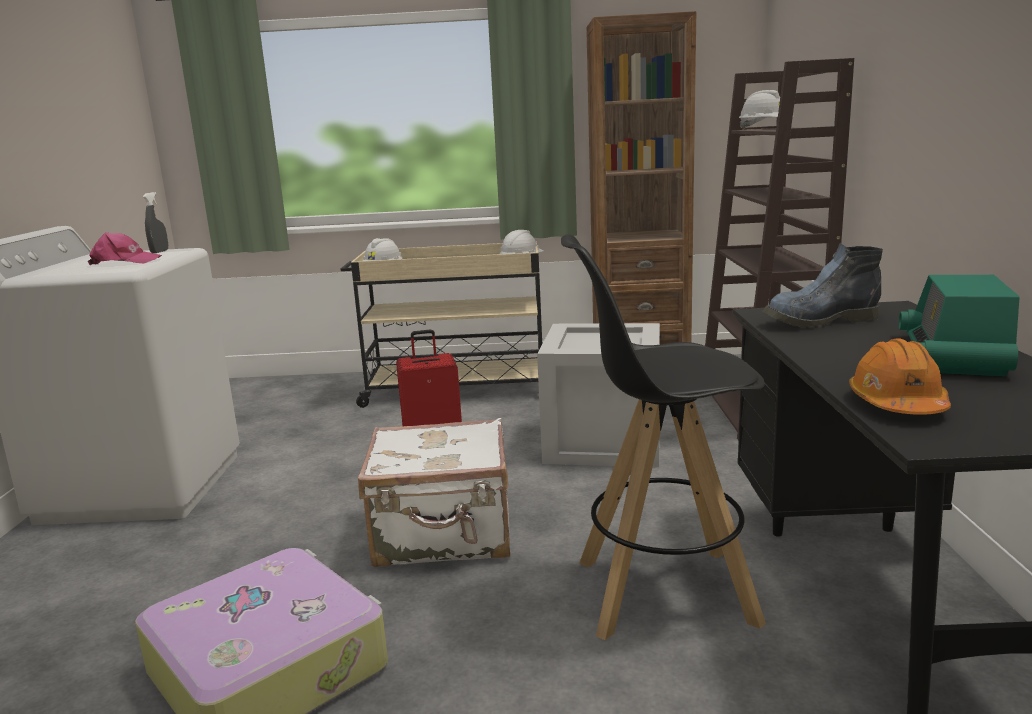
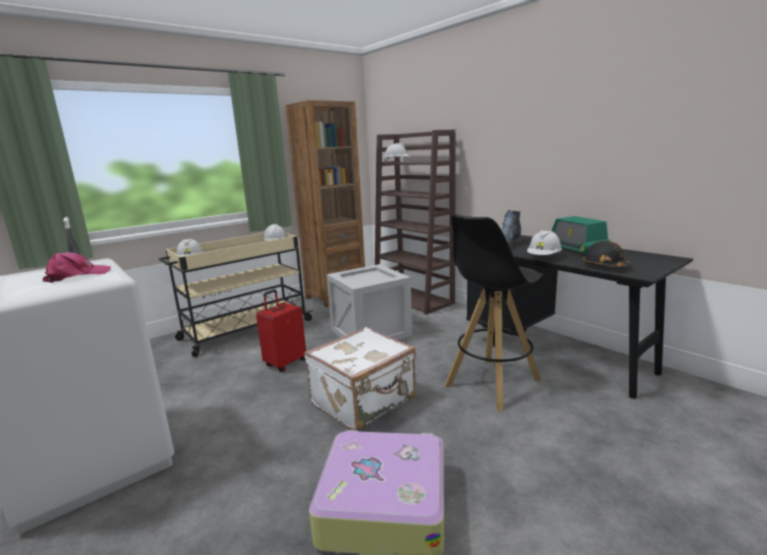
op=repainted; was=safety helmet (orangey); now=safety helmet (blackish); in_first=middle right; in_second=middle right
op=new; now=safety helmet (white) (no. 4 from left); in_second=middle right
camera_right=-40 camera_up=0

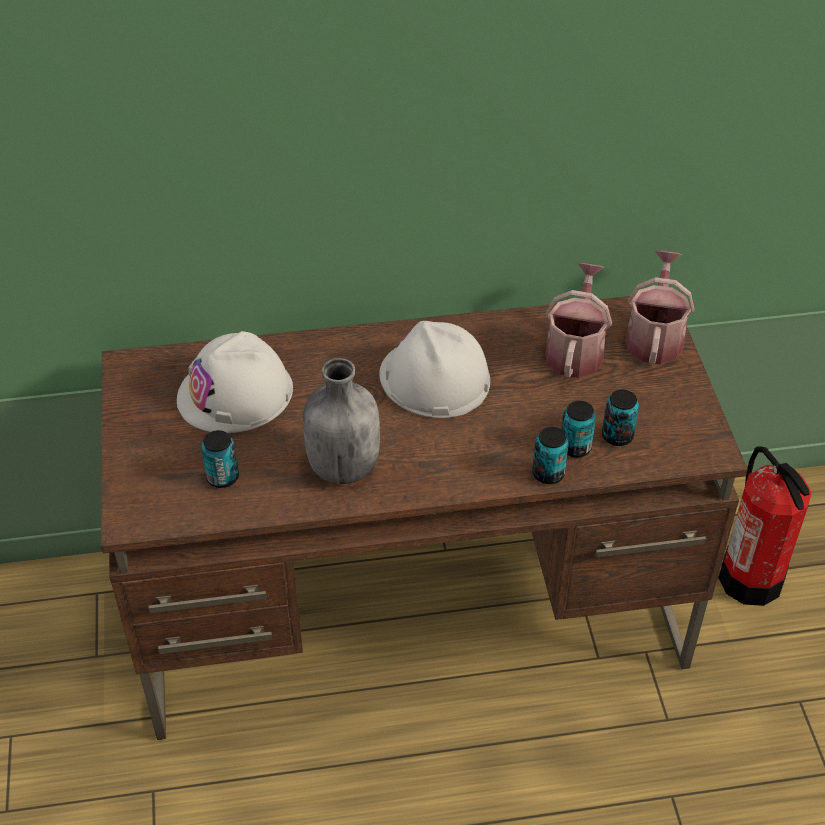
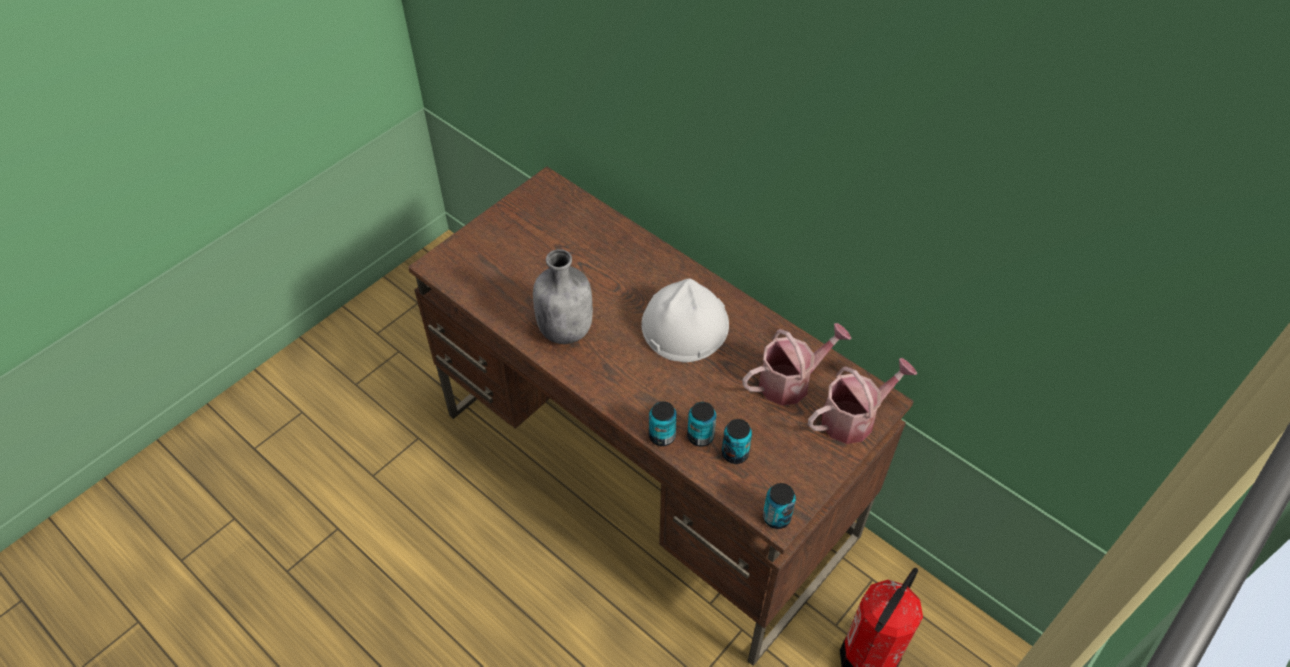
op=gone; was=safety helmet (white) (no. 1 from left); in_first=middle left
op=shifted; was=metal can (no. 1 from left in the first image); now=metal can (no. 4 from left); in_first=middle left; in_second=bottom centre
camera_right=50 camera_up=5

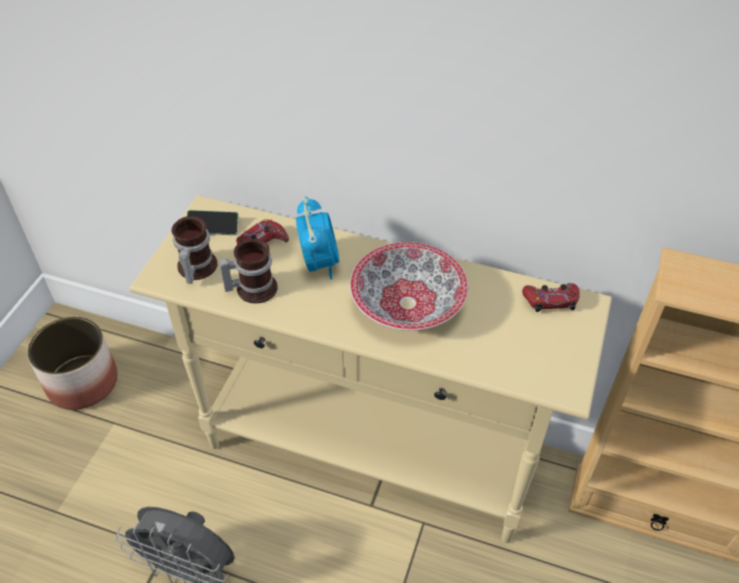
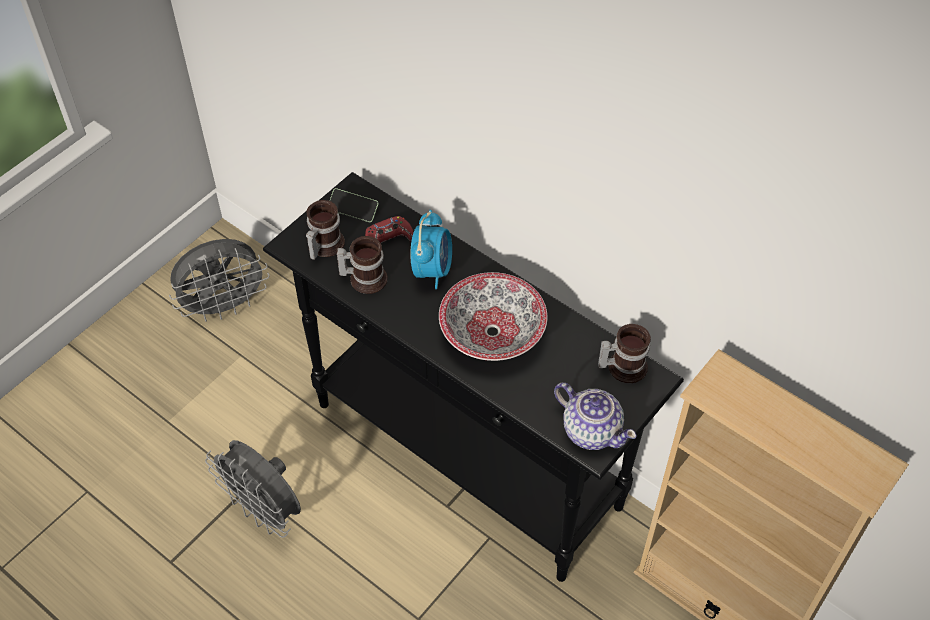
op=repainted; was=narrow table (beige); now=narrow table (blackish); in_first=centre; in_second=centre
op=swapped; was=gamepad (reddish) (no. 2 from left); now=coffee mug (no. 3 from left); in_first=middle right; in_second=middle right
op=swapped; was=planter; now=fan (gray) (no. 1 from left); in_first=middle left; in_second=middle left
op=new; now=tea pot; in_second=bottom centre
camera_right=20 camera_up=5

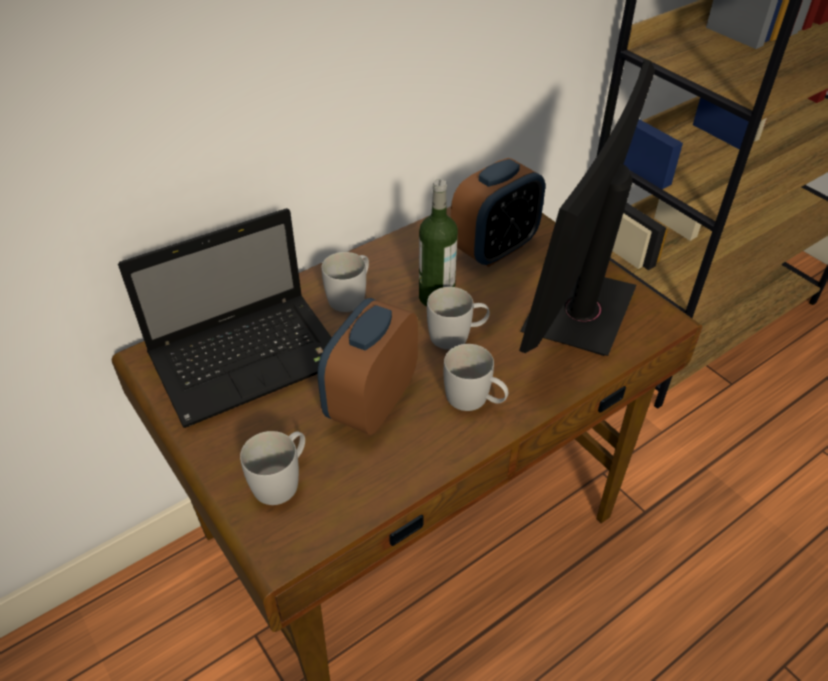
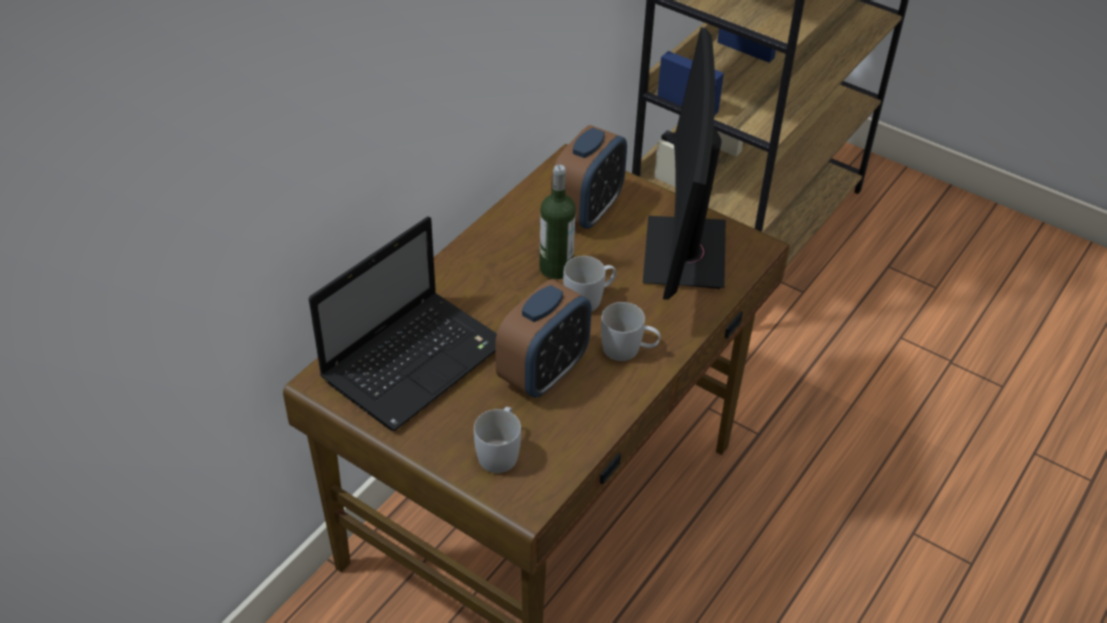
op=gone; was=coffee mug (white) (no. 2 from left); in_first=centre
op=rotated; was=alarm clock (no. 1 from left); in_first=centre; in_second=centre; clockwise=-150
camera_right=-20 camera_up=0

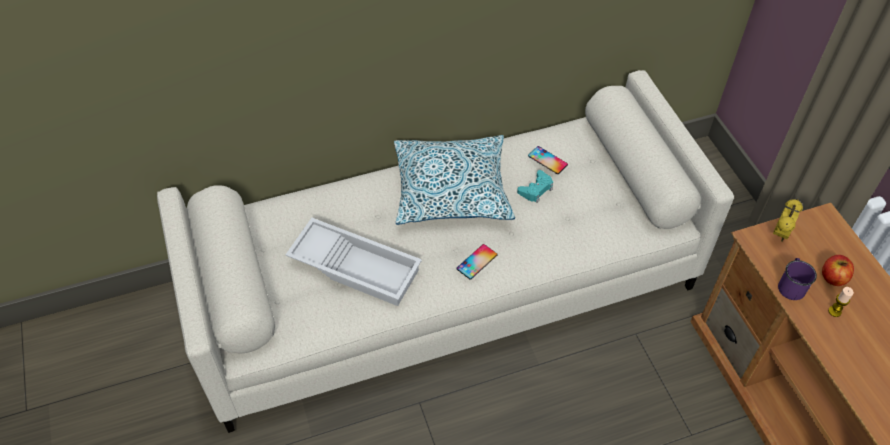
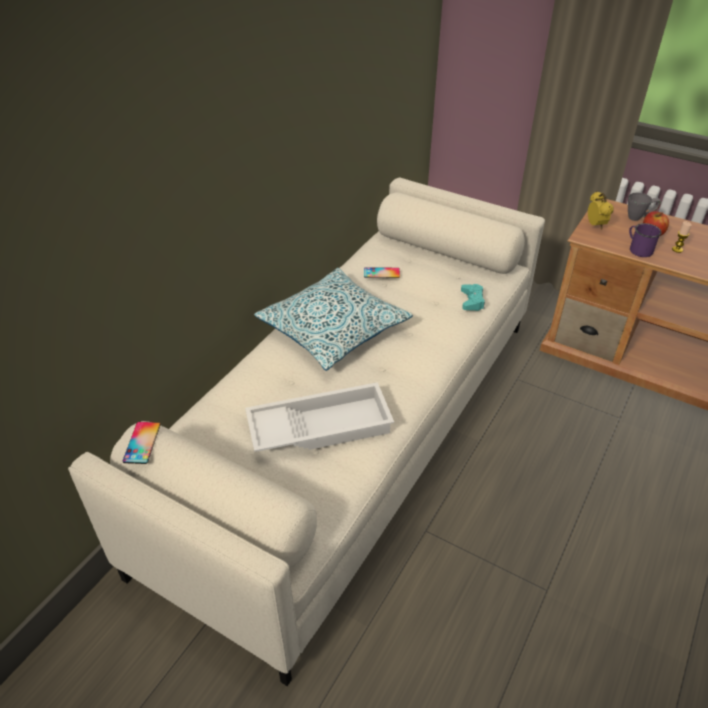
op=shifted; was=gamepad (turquoise); in_first=centre; in_second=middle right
op=shifted; was=phone (no. 1 from left); in_first=centre; in_second=middle left
op=new; now=coffee mug (gray); in_second=top right
camera_right=-40 camera_up=-10

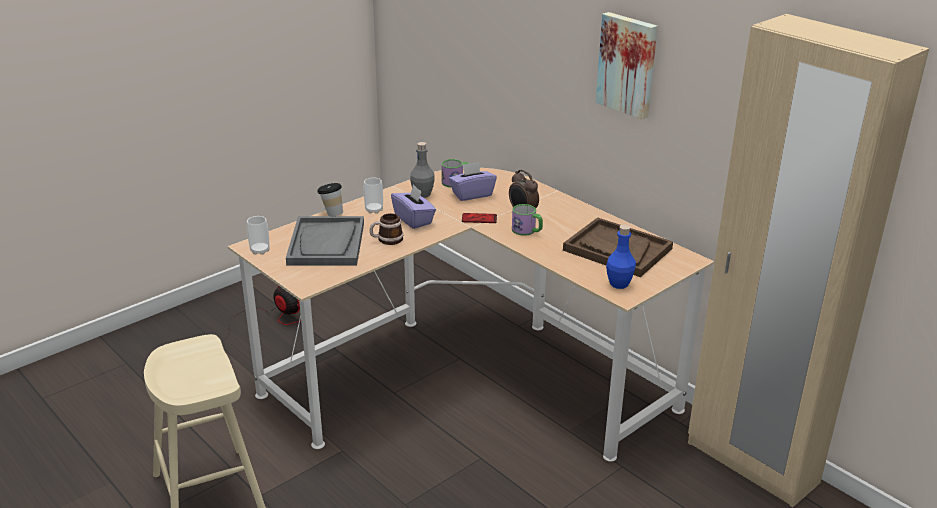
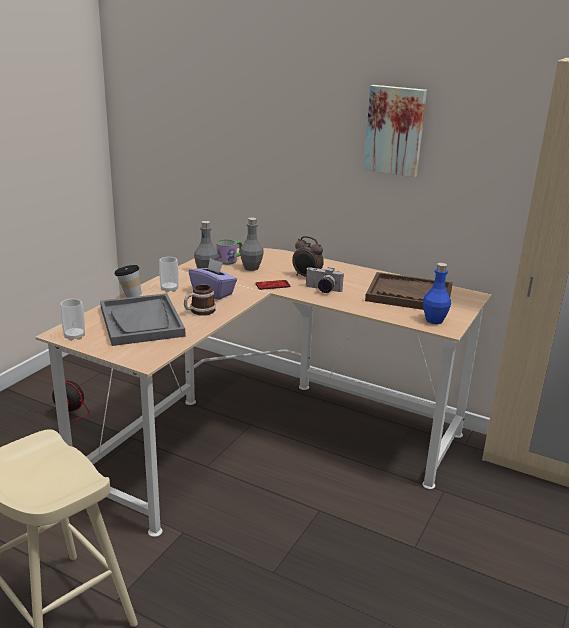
op=swapped; was=box of tissues (purple-coloured) (no. 2 from left); now=bottle (gray) (no. 2 from left); in_first=centre; in_second=centre
op=swapped; was=coffee mug (no. 3 from left); now=photo camera; in_first=centre; in_second=centre
camera_right=-20 camera_up=-5

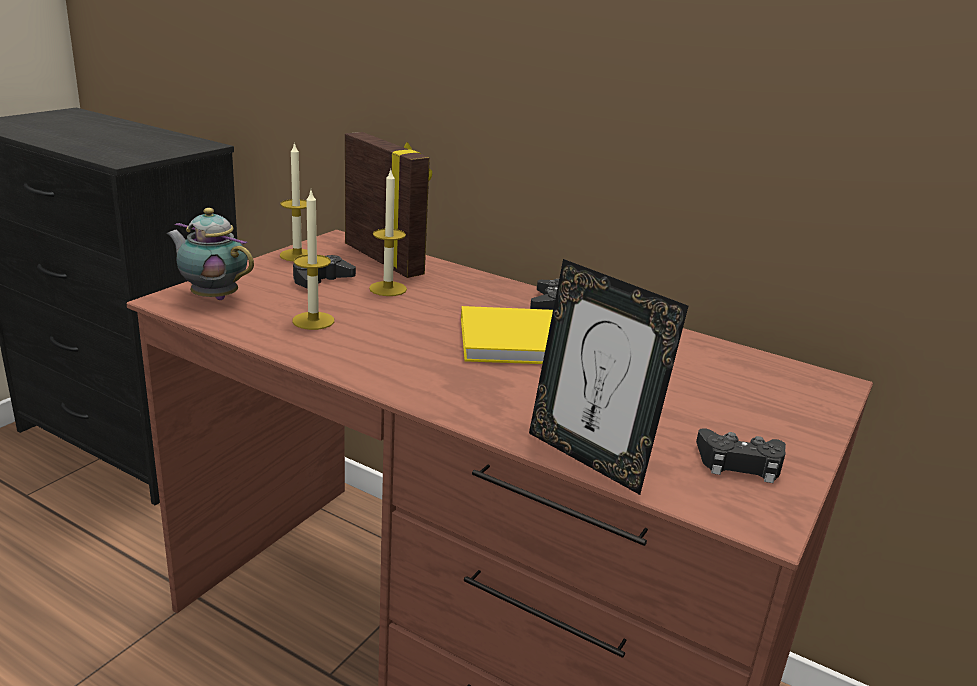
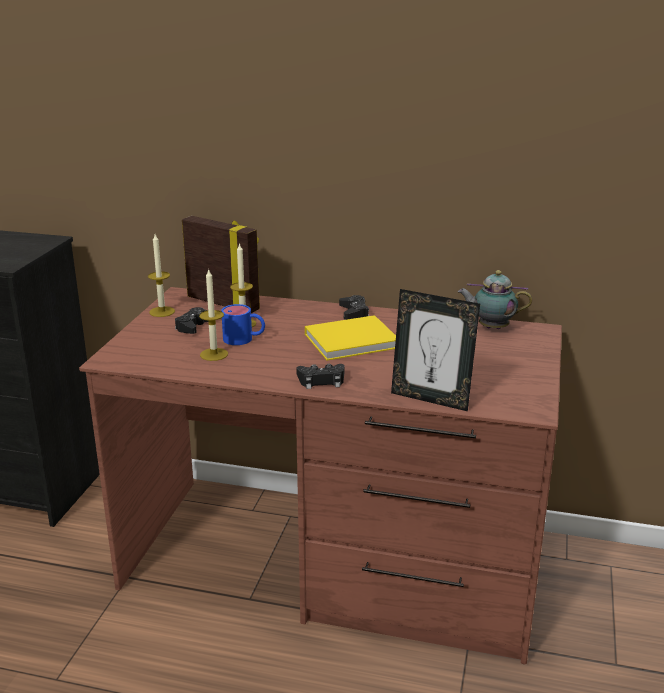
op=shifted; was=tea pot; in_first=middle left; in_second=middle right
op=shifted; was=gamepad (blackish) (no. 3 from left in the first image); now=gamepad (blackish) (no. 2 from left); in_first=middle right; in_second=centre
op=new; now=coffee mug (bluish); in_second=centre
camera_right=-15 camera_up=0

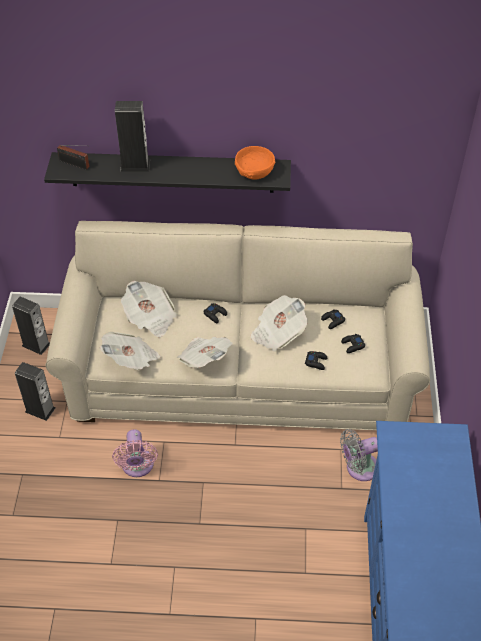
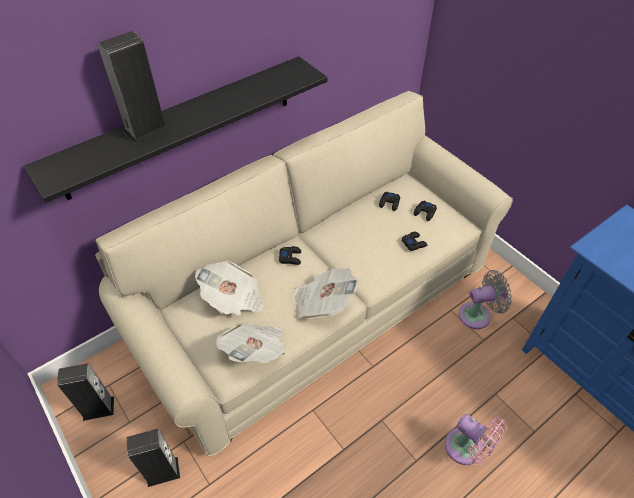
op=gone; was=radio receiver; in_first=top left
op=gone; was=bowl (orangey); in_first=top centre
op=gone; was=printed paper (no. 4 from left); in_first=centre
op=shifted; was=fan (pink); in_first=bottom left; in_second=bottom right
op=rotated; was=fan (gray); in_first=bottom right; in_second=middle right; clockwise=-135
camera_right=-40 camera_up=0

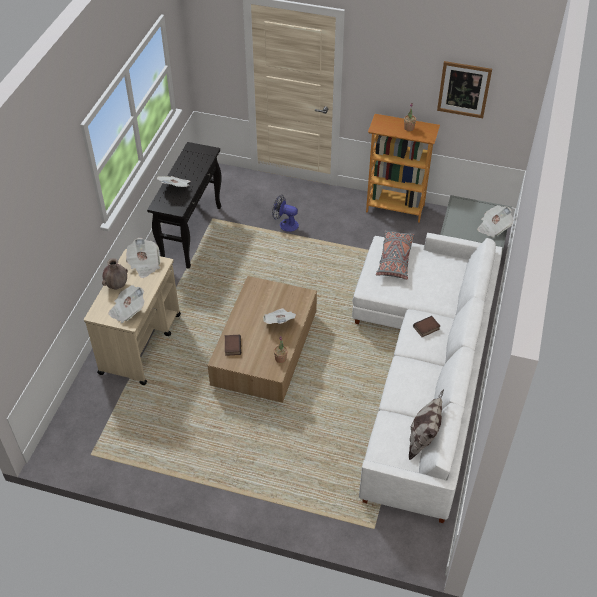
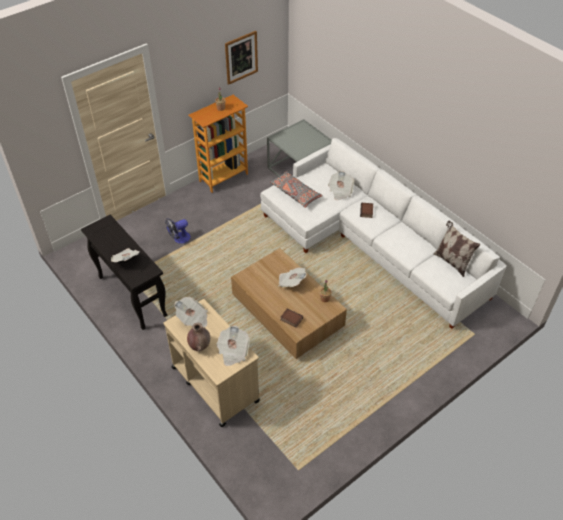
op=shifted; was=printed paper (no. 5 from left); in_first=middle right; in_second=centre
camera_right=-55 camera_up=0

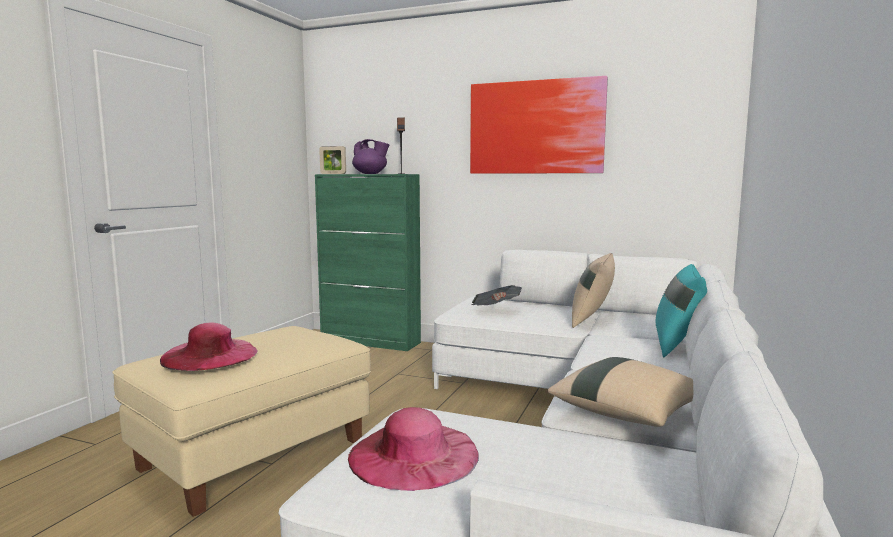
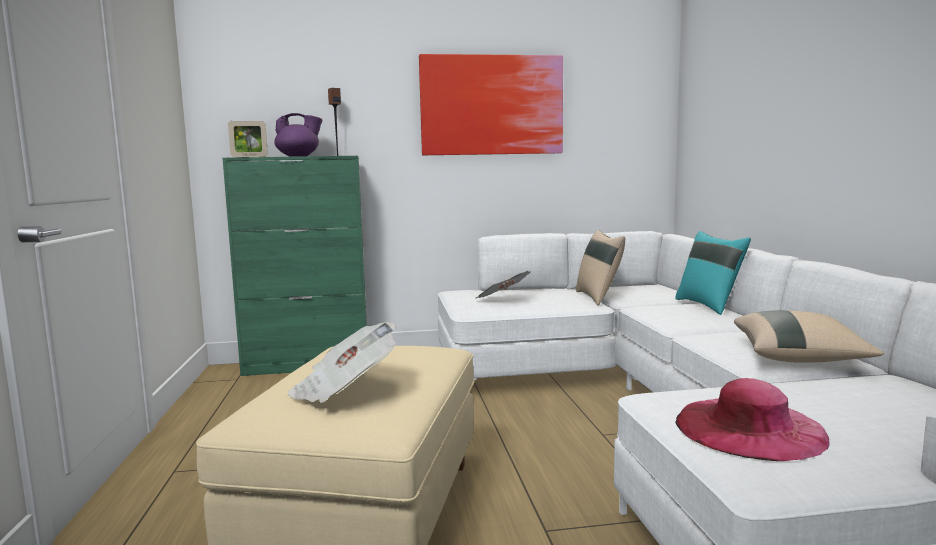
op=swapped; was=wearable hat (pink) (no. 1 from left); now=printed paper (no. 1 from left); in_first=middle left; in_second=centre
camera_right=-30 camera_up=0

